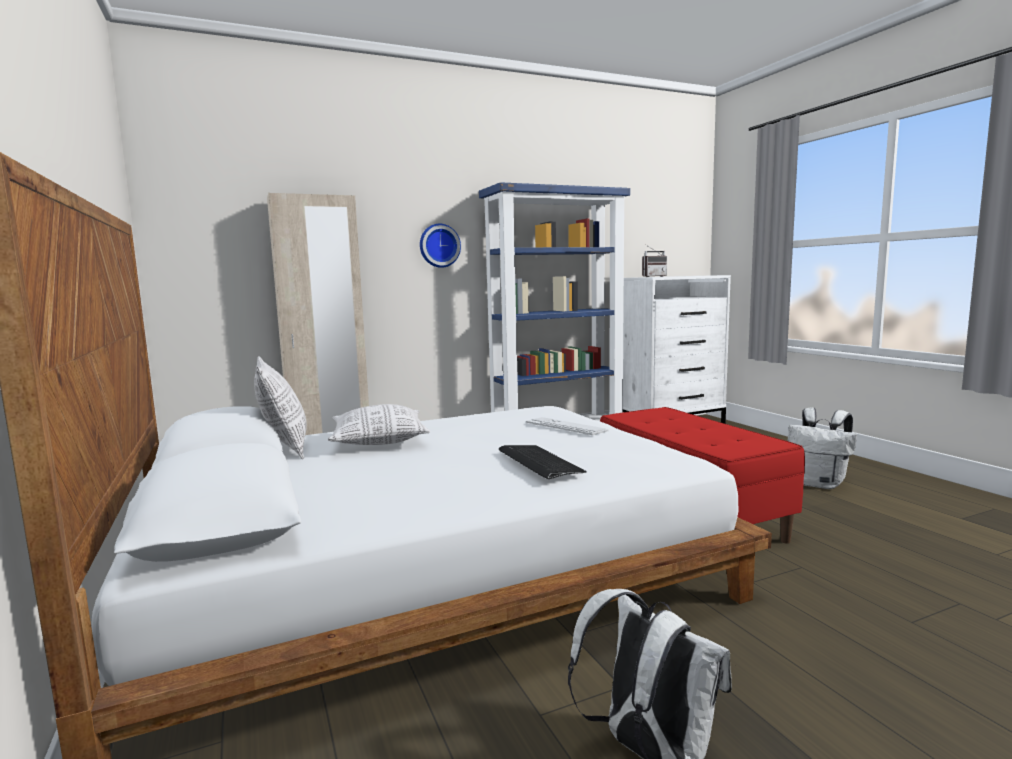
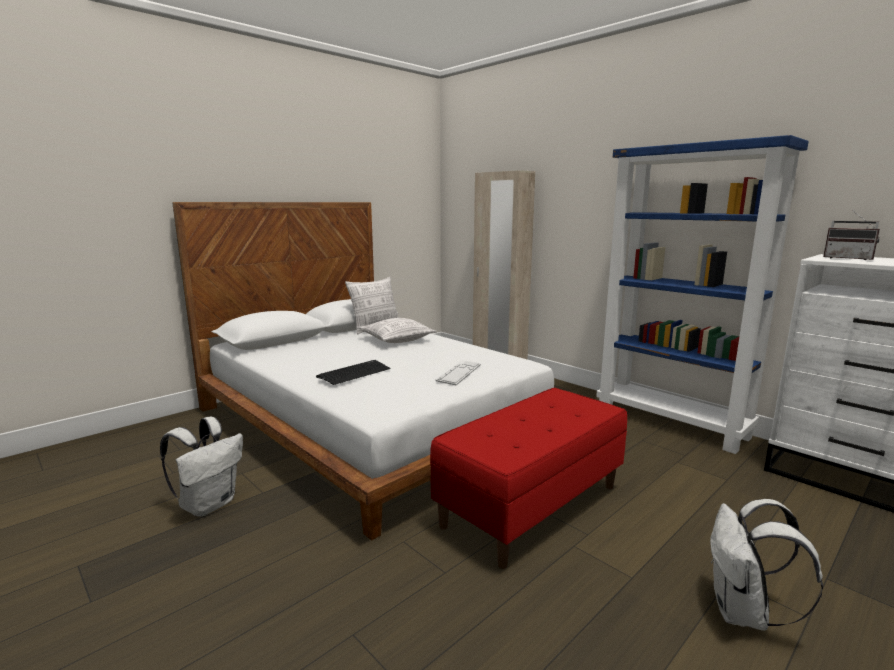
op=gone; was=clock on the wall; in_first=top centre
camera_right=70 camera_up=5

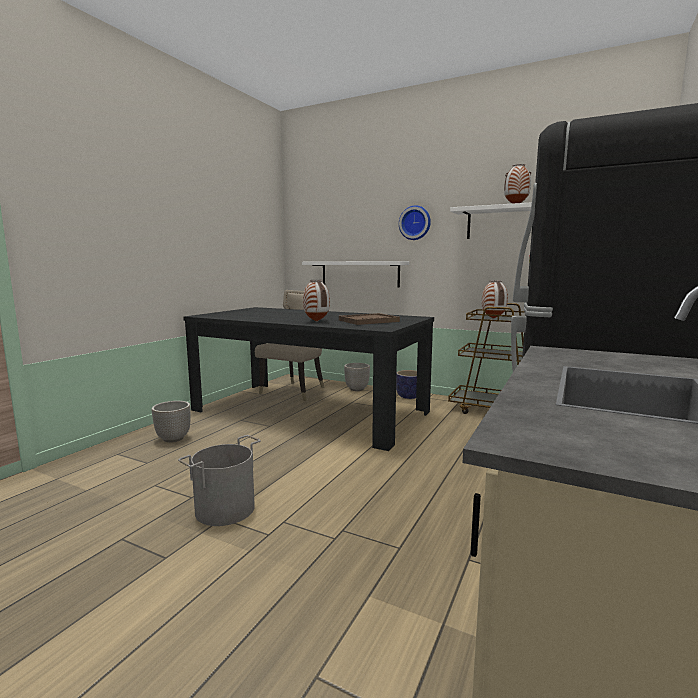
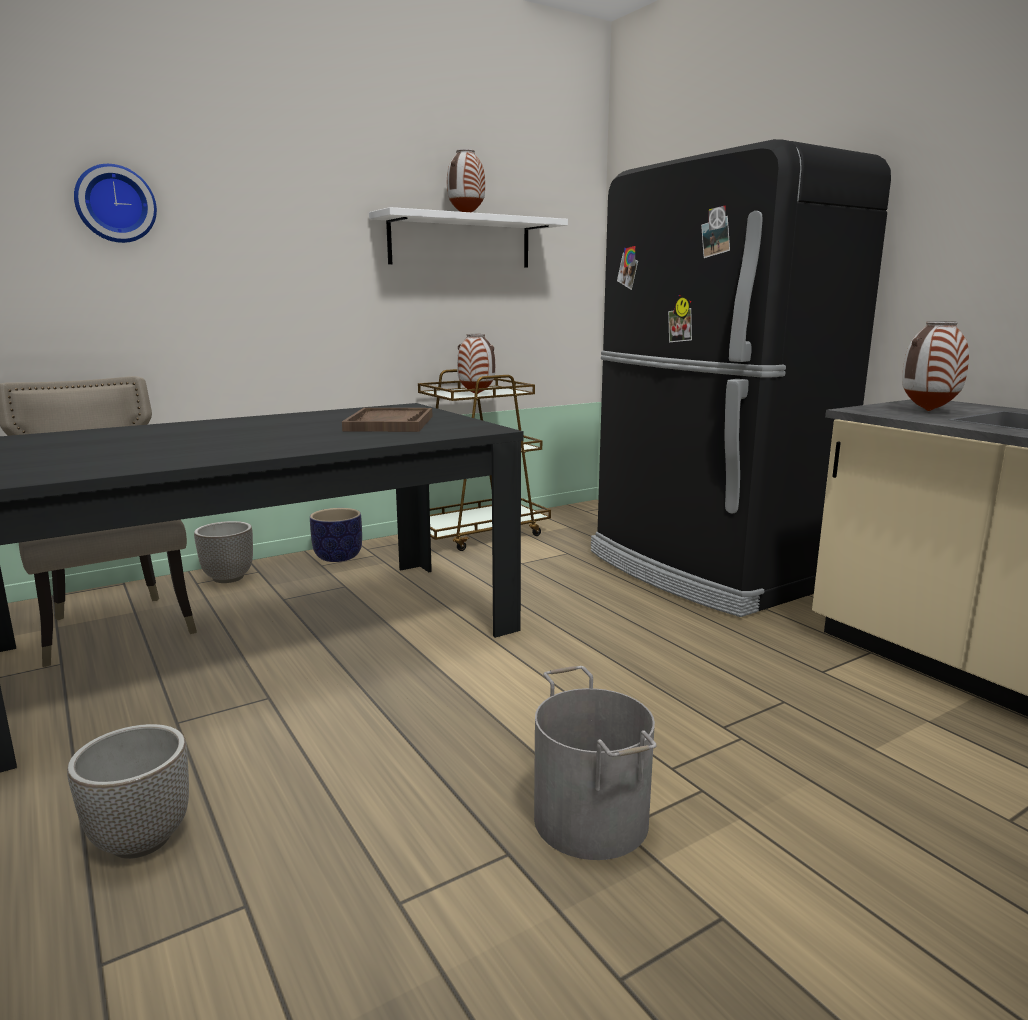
op=shifted; was=clock on the wall; in_first=top centre; in_second=top left
op=gone; was=wall shelf (white) (no. 1 from left); in_first=centre
op=shifted; was=flower vase (no. 1 from left in the first image); now=flower vase (no. 3 from left); in_first=centre; in_second=middle right
camera_right=-60 camera_up=5

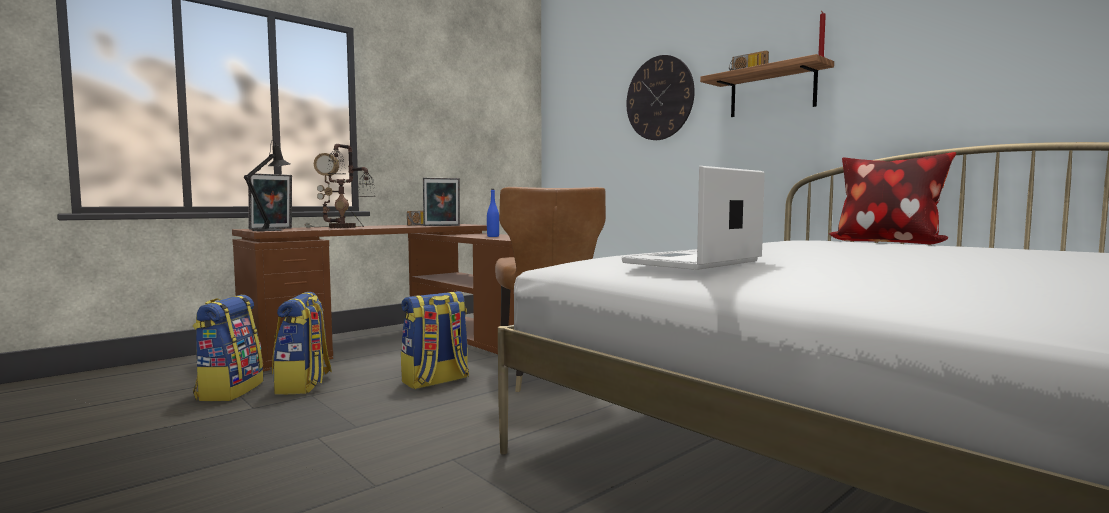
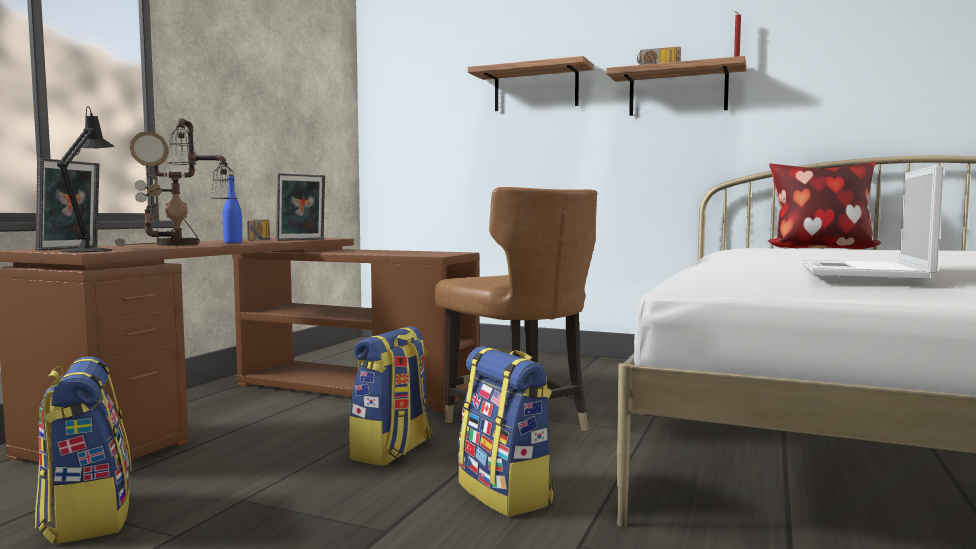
op=swapped; was=clock on the wall; now=wall shelf (no. 1 from left); in_first=top centre; in_second=top centre
op=shifted; was=bottle (bluish); in_first=centre; in_second=middle left
op=shifted; was=knapsack (no. 2 from left in the first image); now=knapsack (no. 3 from left); in_first=bottom left; in_second=bottom centre
camera_right=-25 camera_up=0

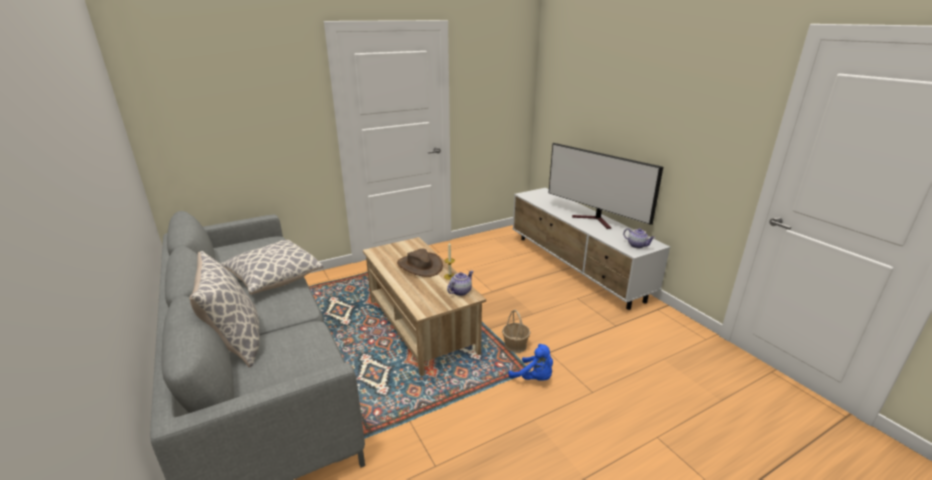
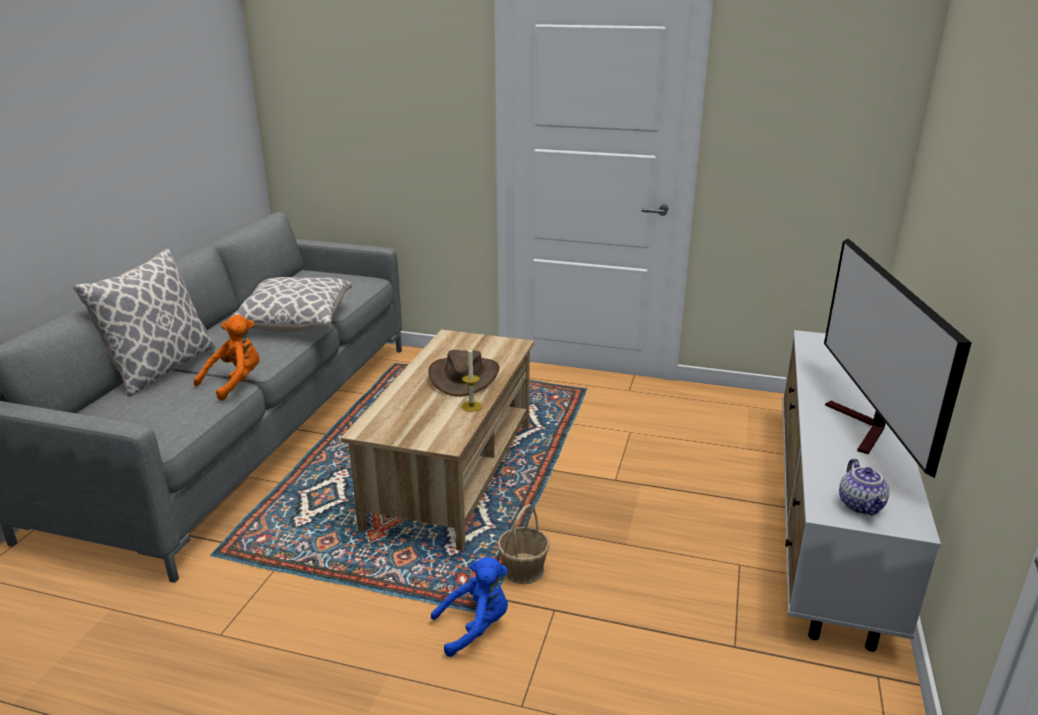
op=gone; was=tea pot (no. 1 from left); in_first=centre
op=rotated; was=cuddly toy (bluish); in_first=bottom centre; in_second=bottom centre; clockwise=-105
op=new; now=cuddly toy (orangey); in_second=middle left
camera_right=45 camera_up=0

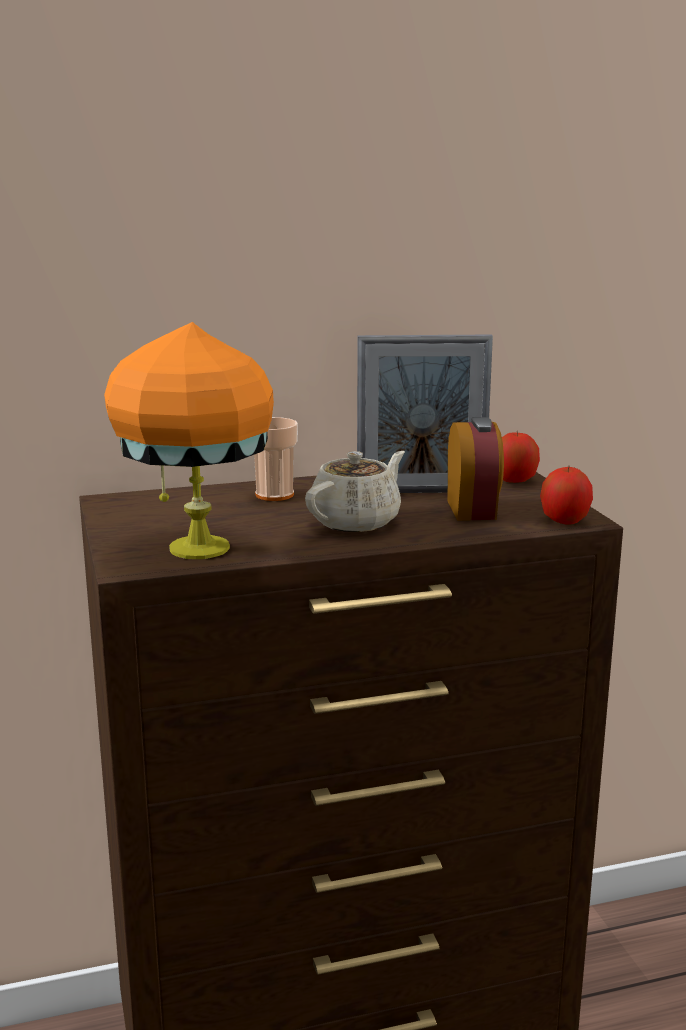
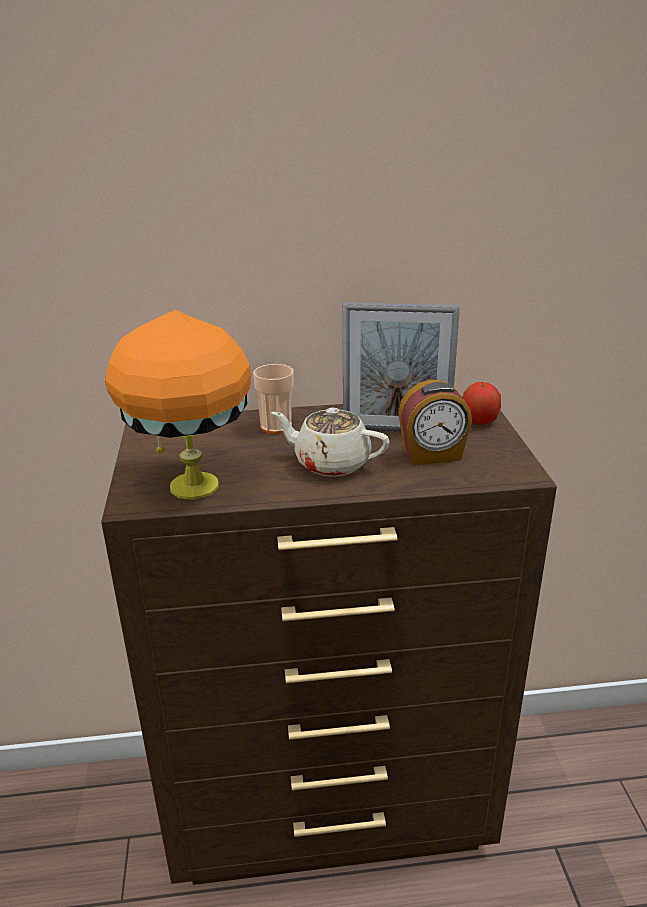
op=rotated; was=alarm clock; in_first=middle right; in_second=middle right; clockwise=75
op=rotated; was=tea pot (beige); in_first=centre; in_second=centre; clockwise=-120
op=gone; was=whole apple (no. 2 from left); in_first=middle right
camera_right=10 camera_up=10

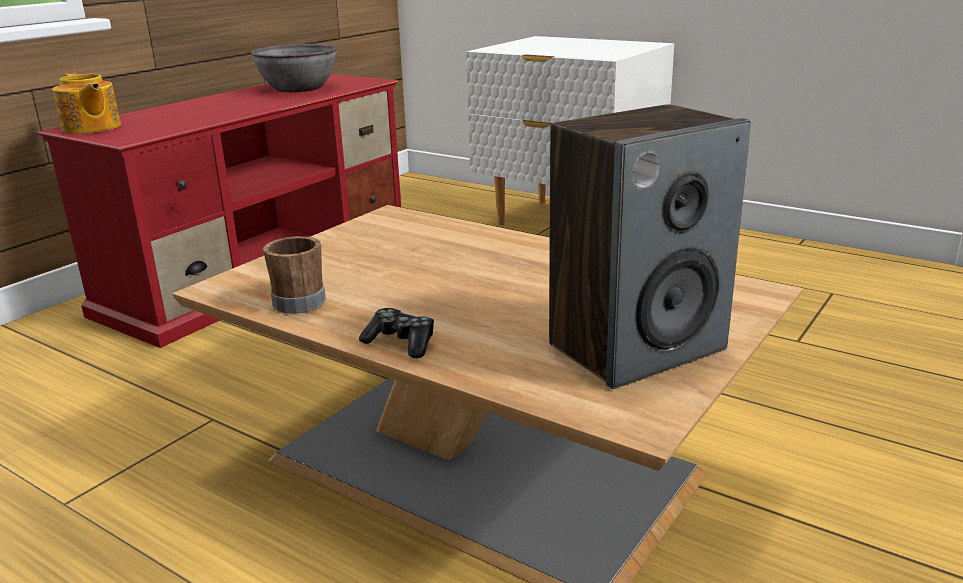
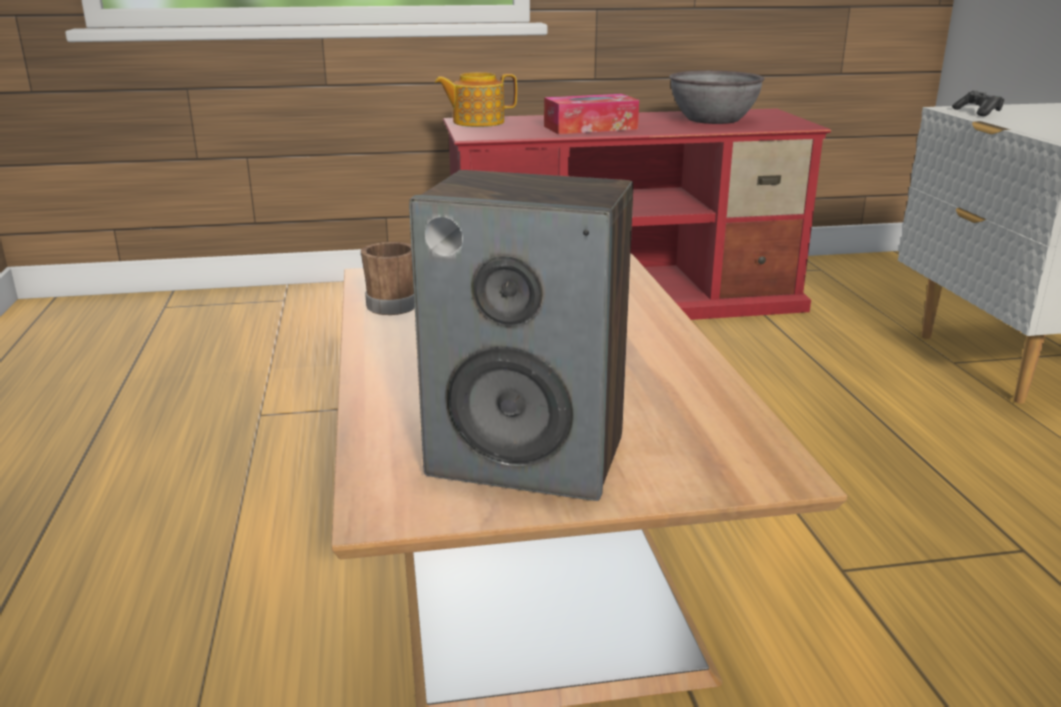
op=rotated; was=tea pot; in_first=top left; in_second=top centre; clockwise=75
op=shifted; was=gamepad; in_first=centre; in_second=top right
op=new; now=box of tissues; in_second=top centre
camera_right=45 camera_up=0

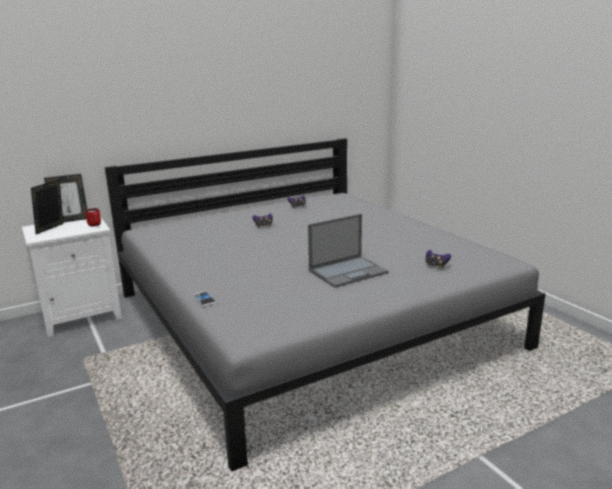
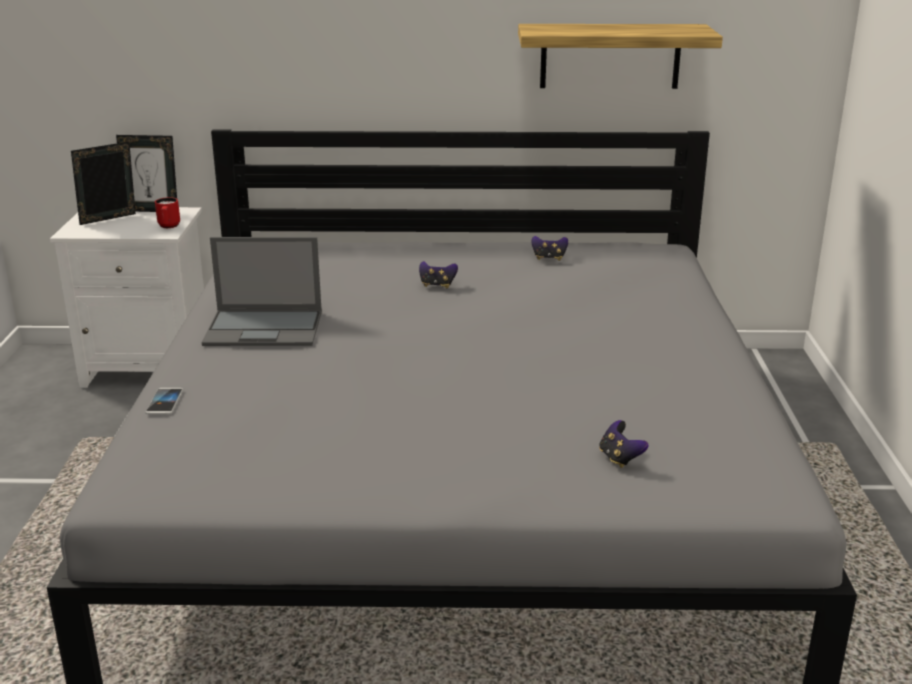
op=shifted; was=portable computer; in_first=centre; in_second=middle left
op=new; now=wall shelf; in_second=top right
camera_right=30 camera_up=5

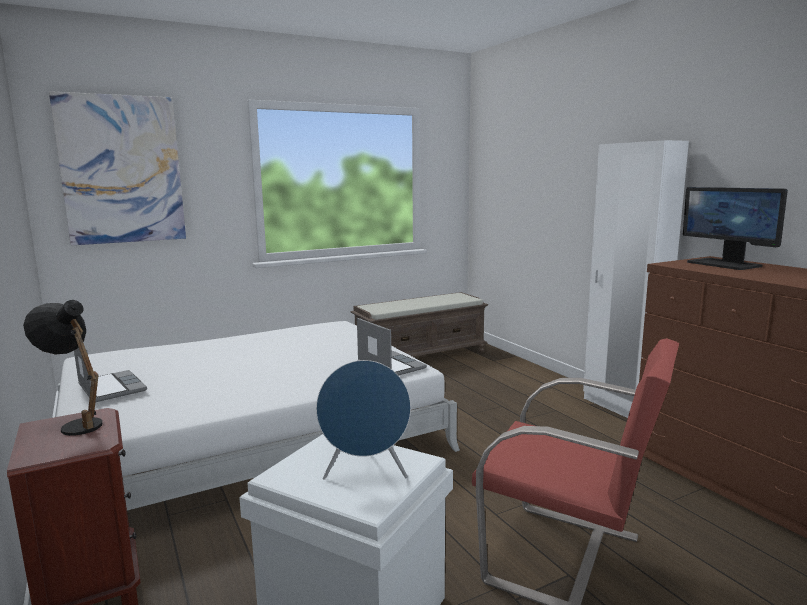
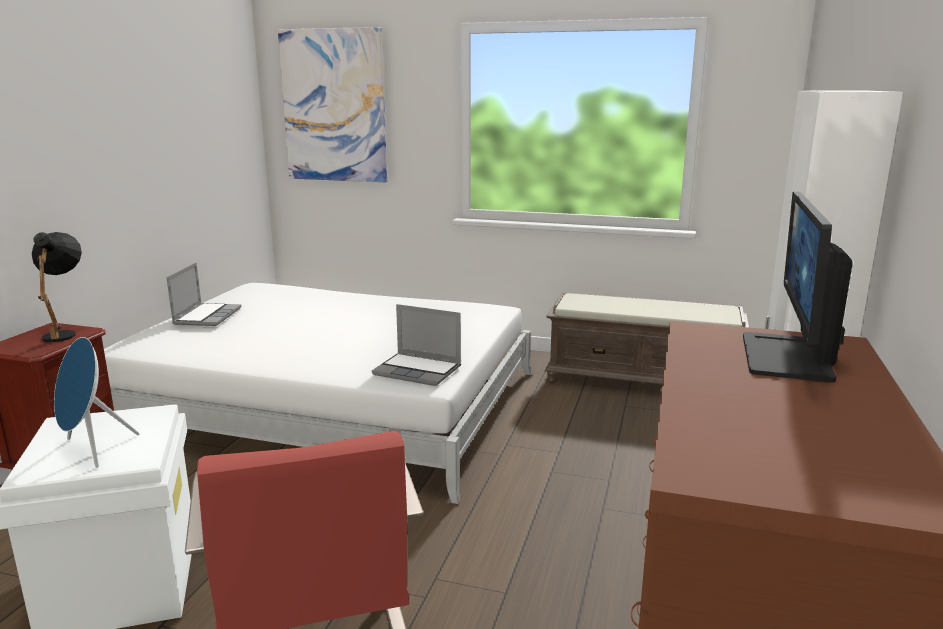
op=rotated; was=portable computer (no. 2 from left); in_first=centre; in_second=centre; clockwise=105
camera_right=45 camera_up=5

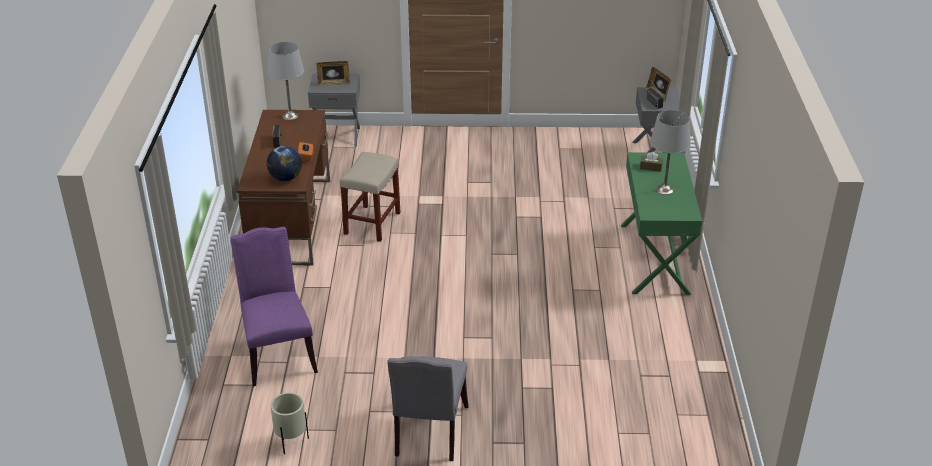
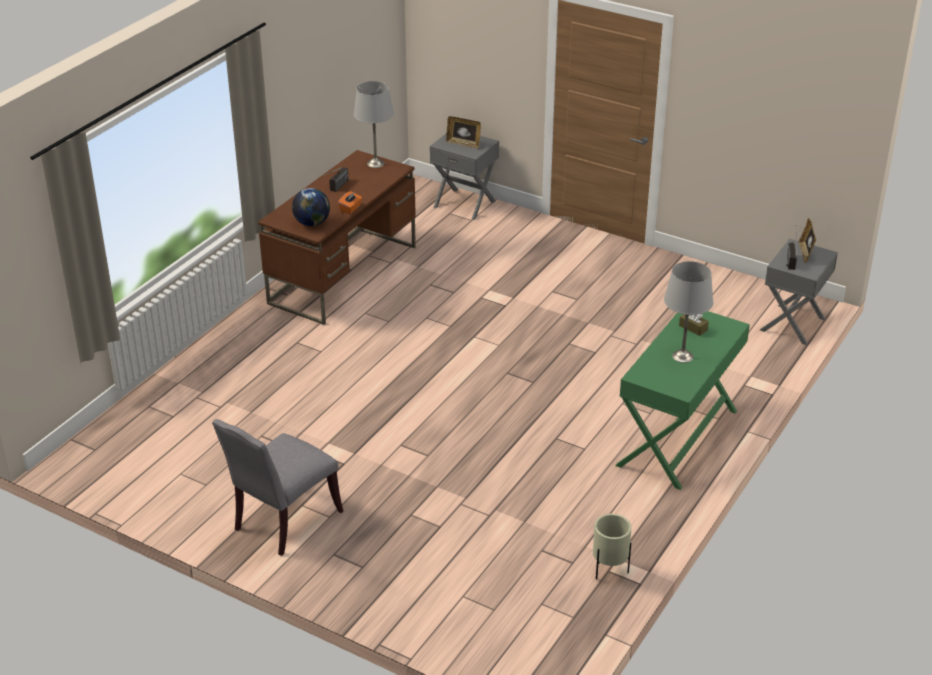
op=gone; was=sitting stool (beige); in_first=centre
op=gone; was=upright chair (purple-coloured); in_first=middle left
op=shifted; was=planter (beige); in_first=bottom left; in_second=bottom centre
camera_right=30 camera_up=0

